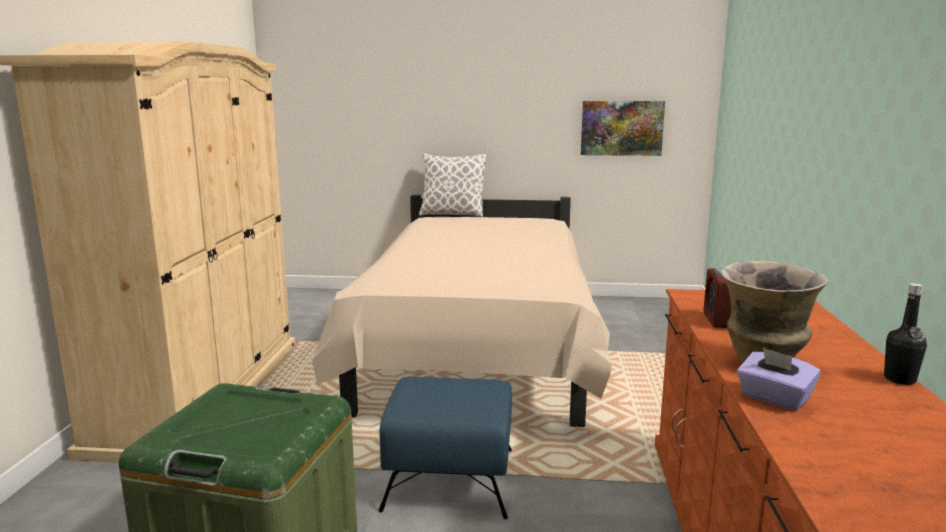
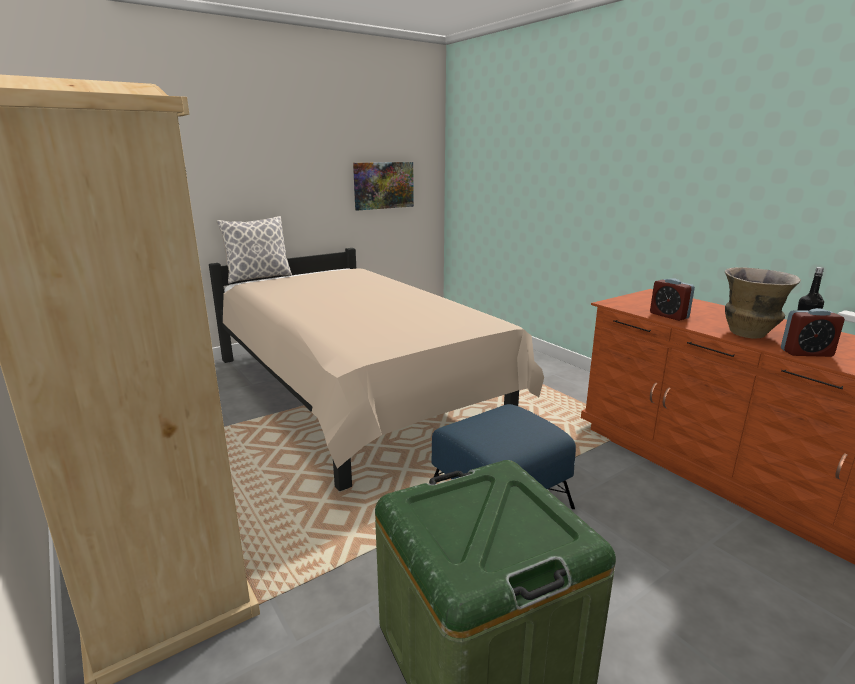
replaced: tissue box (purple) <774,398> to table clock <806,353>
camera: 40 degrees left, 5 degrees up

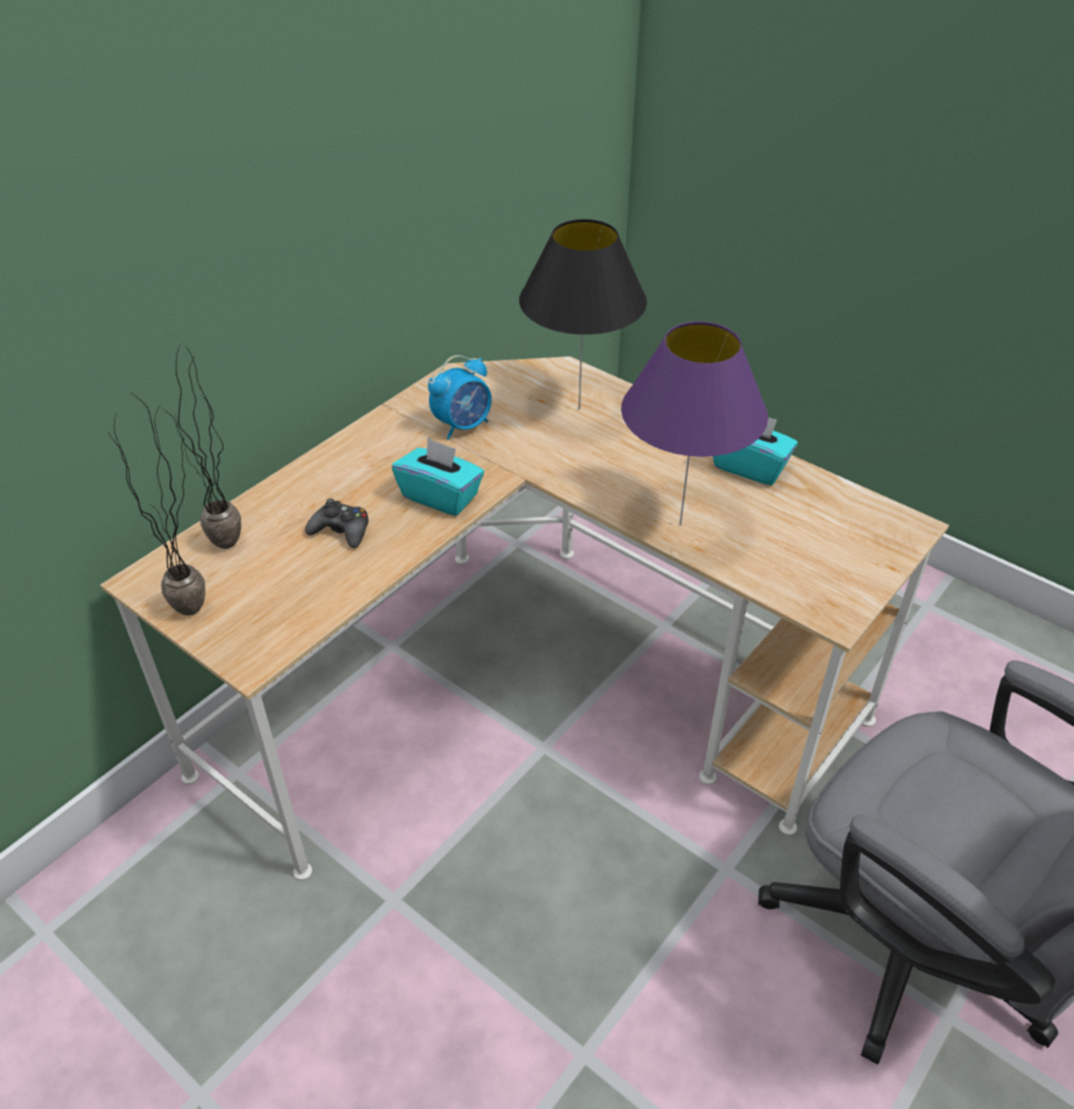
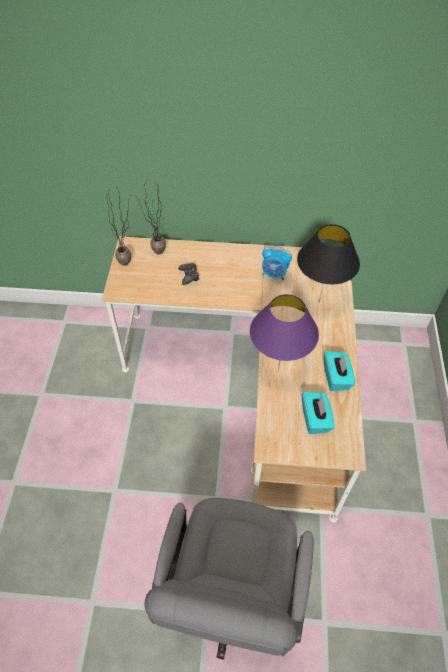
moved: tissue box (blue-green) <440,496> to <315,419>
camera: 55 degrees right, 10 degrees up

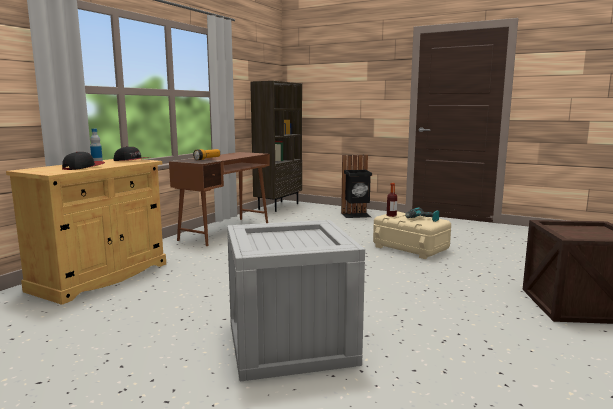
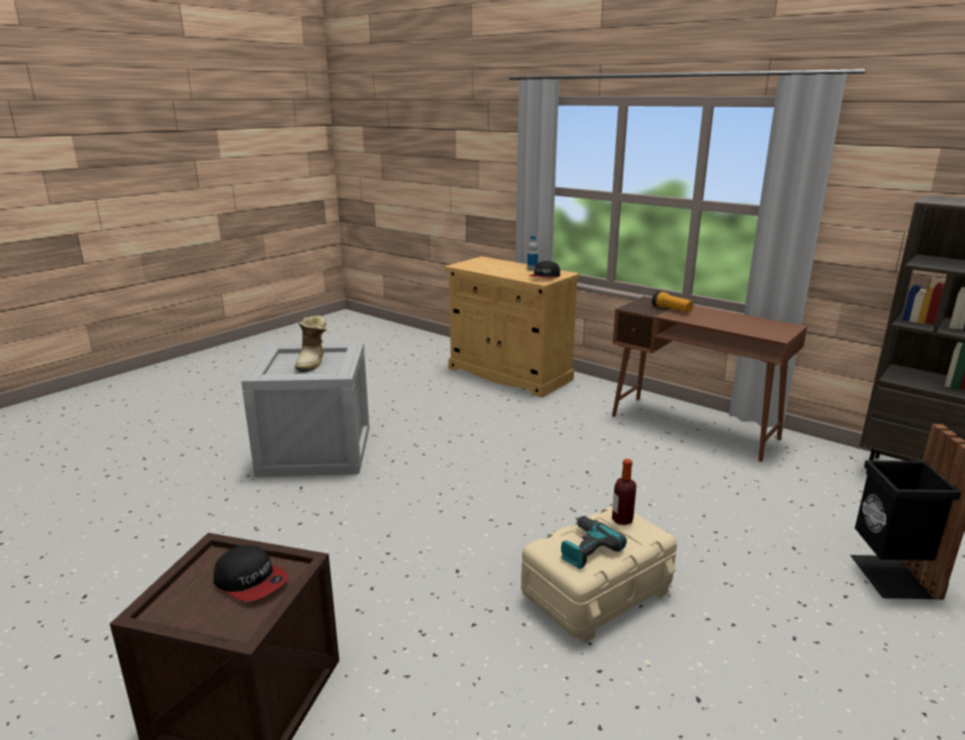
added: high-top boot <313,362>
moved: cap <83,167> to <251,581>
camera: 100 degrees right, 10 degrees up

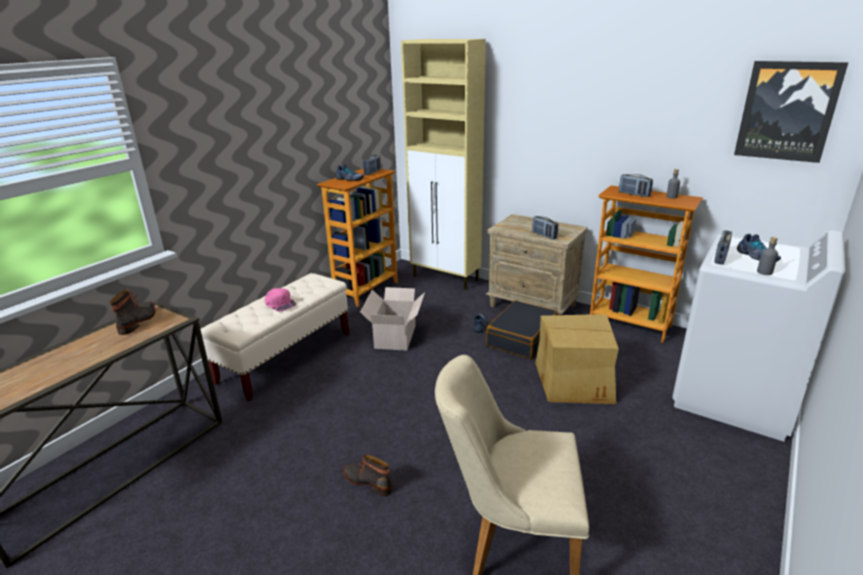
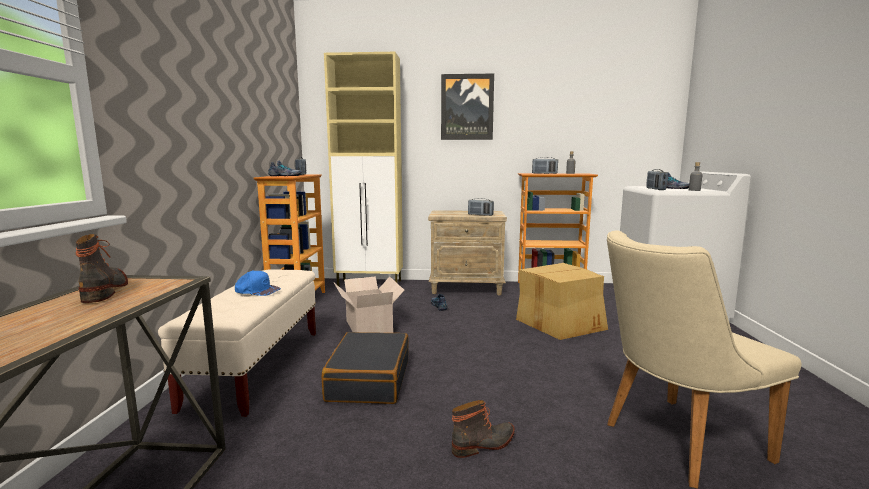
moved: travel case (black) <521,338> to <368,379>; wall art <787,111> to <467,107>
recoloured: cap (pinkish) <280,303> to cap (blue) <257,290>
turned: high-top boot <368,481> = <484,444> 150 degrees clockwise
camera: 30 degrees left, 15 degrees down

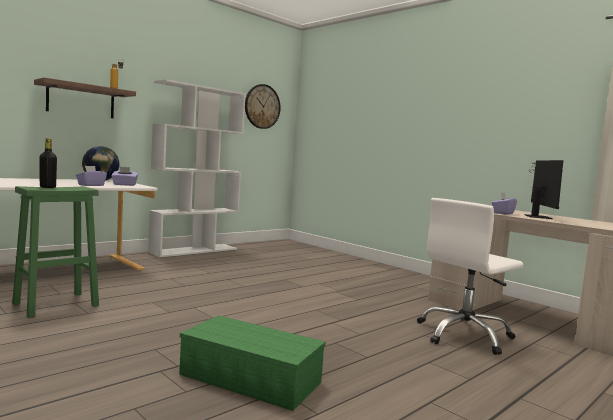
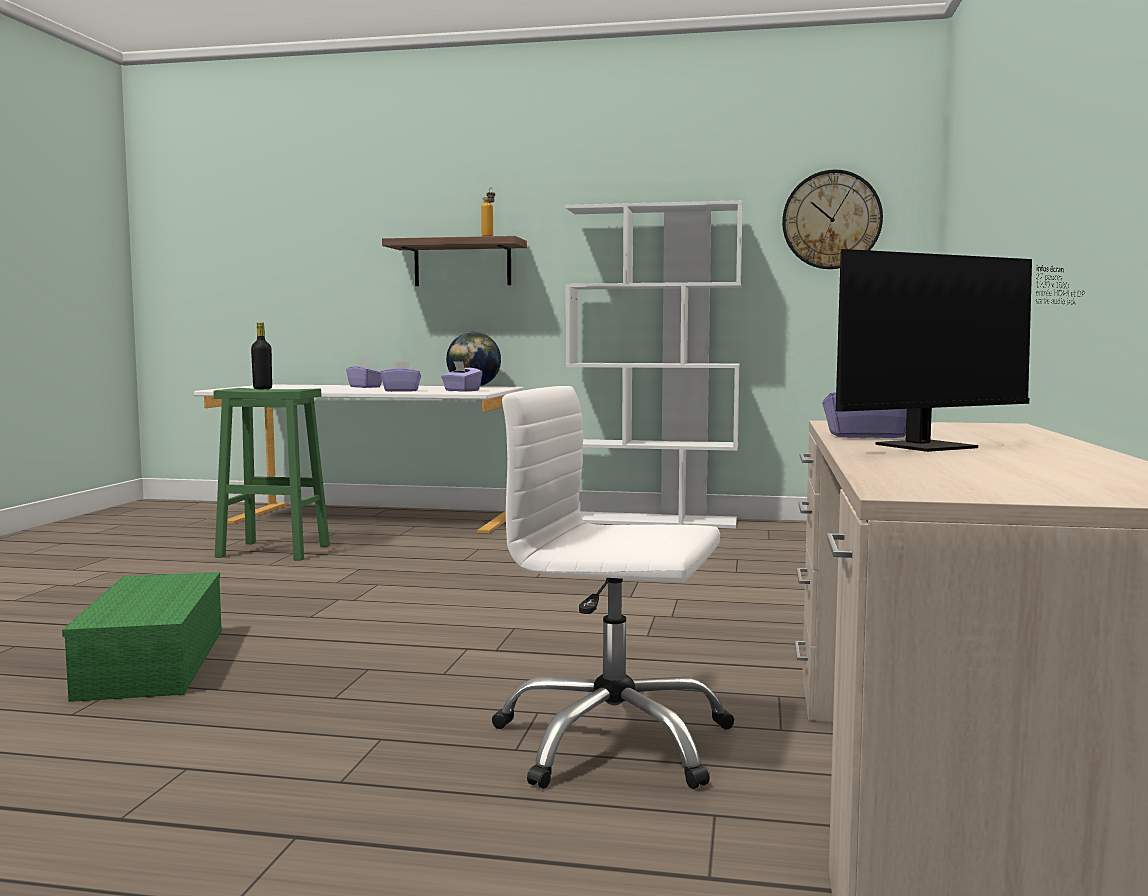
added: tissue box (purple) <365,387>
camera: 55 degrees right, 0 degrees up

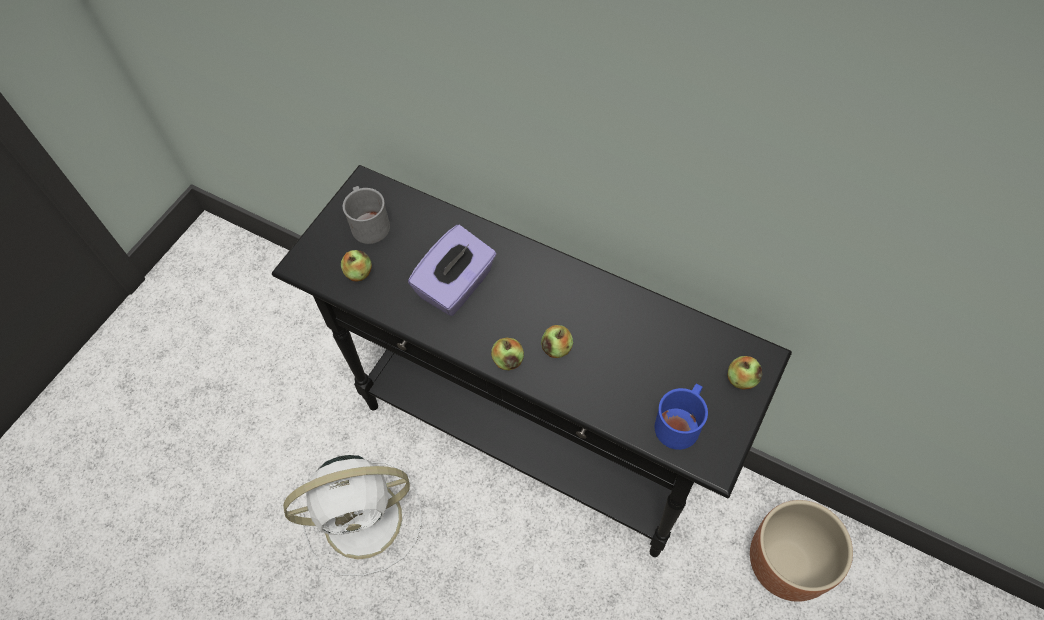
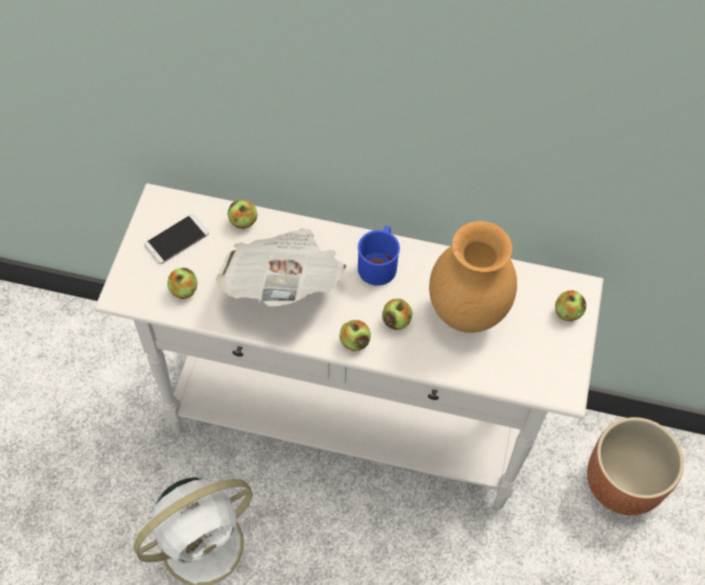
added: whole apple <243,221>; flower vase (brownish) <466,314>
moved: tea mug (blue) <680,422> to <379,263>
replaced: tea mug (gray) <368,223> to phone <176,239>; tissue box (purple) <456,286> to daily paper <284,283>
recoloured: hall table (black) <531,436> to hall table (white-coloured) <349,422>
camera: 20 degrees left, 0 degrees up

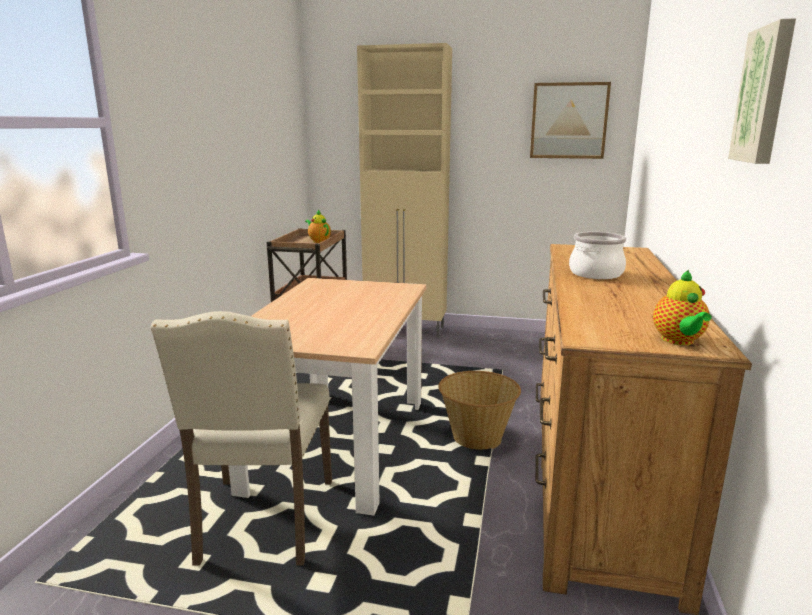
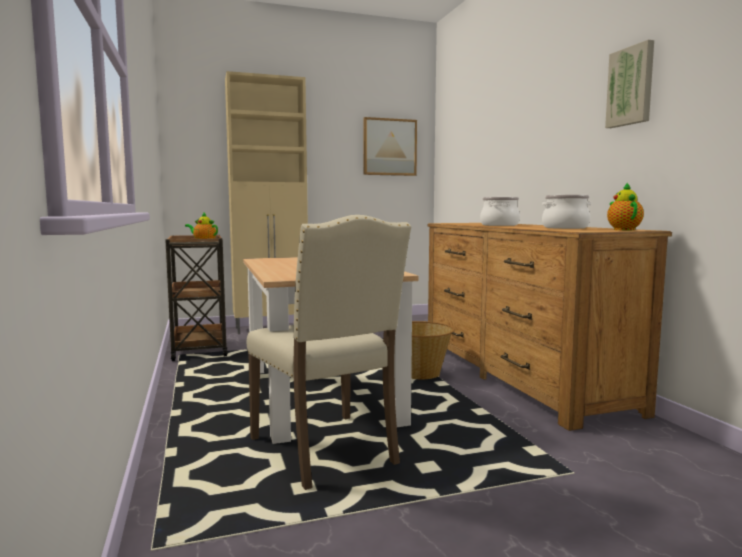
added: saucepot <565,228>
turned: teapot <679,341> = <623,230> 150 degrees counterclockwise
camera: 30 degrees left, 10 degrees down

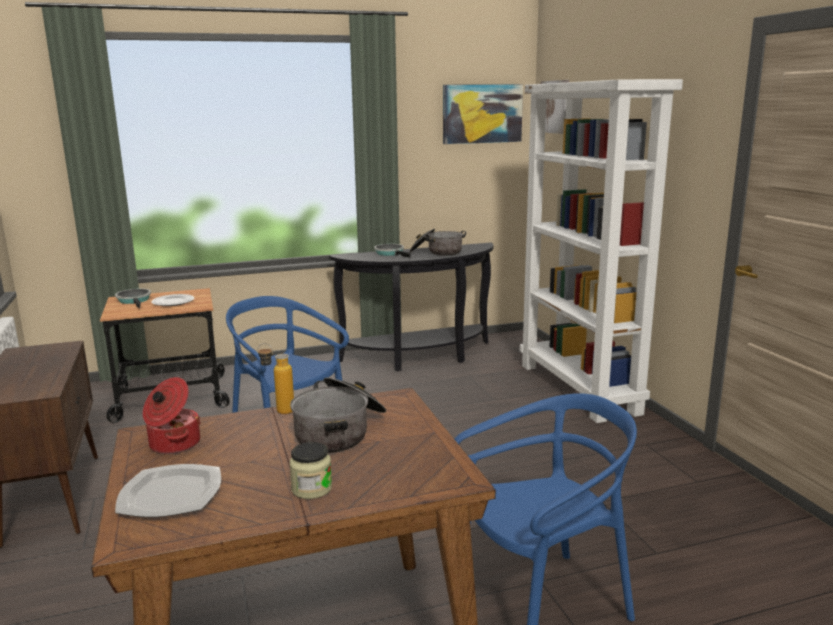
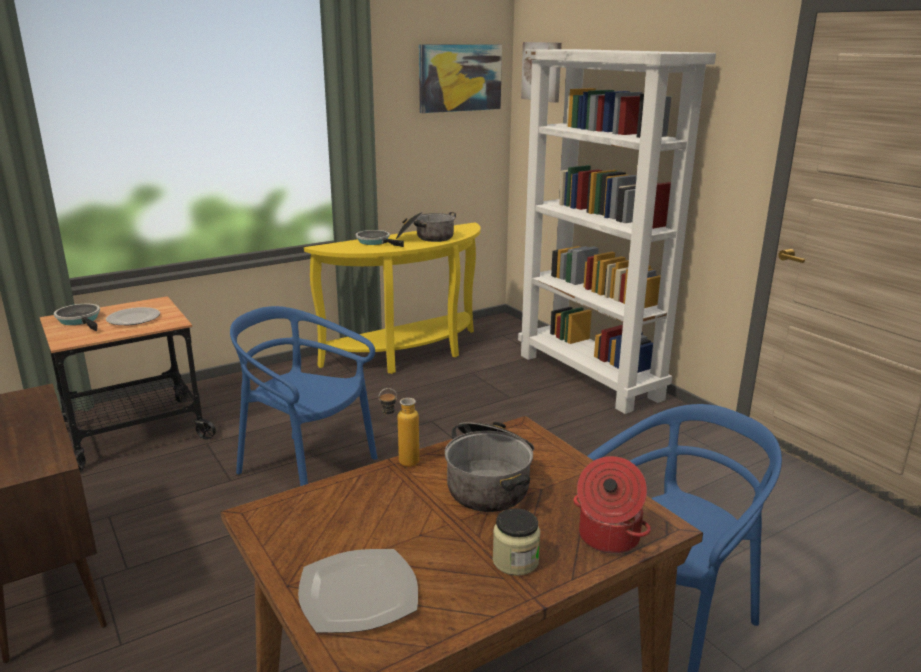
moved: saucepot <173,444> to <607,537>
recoloured: hall table (black) <421,358> to hall table (yellowish) <410,355>
camera: 15 degrees left, 5 degrees up

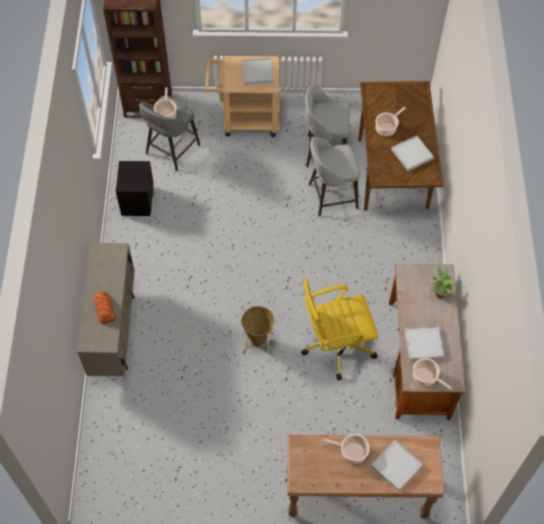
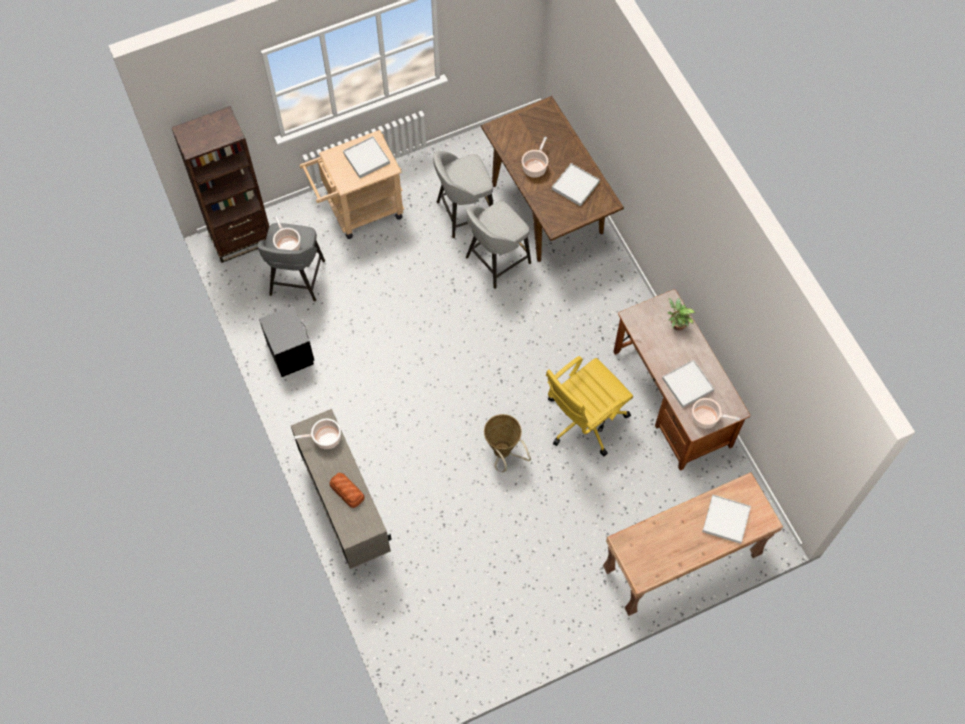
moved: saucepot <351,452> to <325,438>
camera: 25 degrees left, 5 degrees up

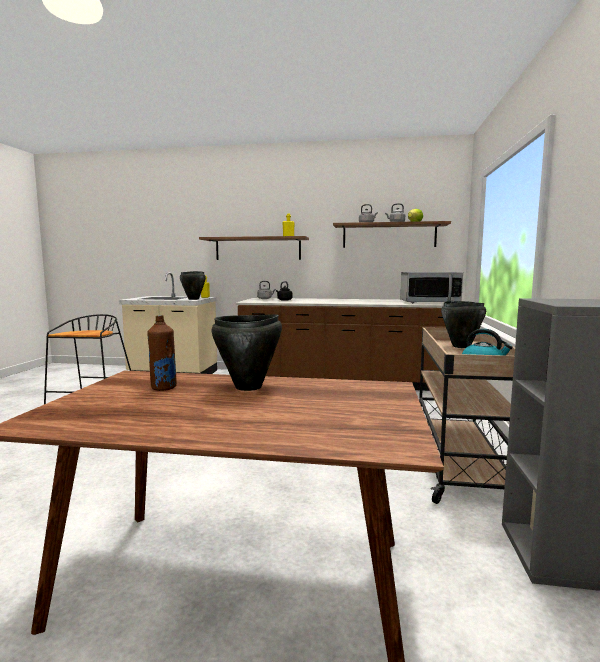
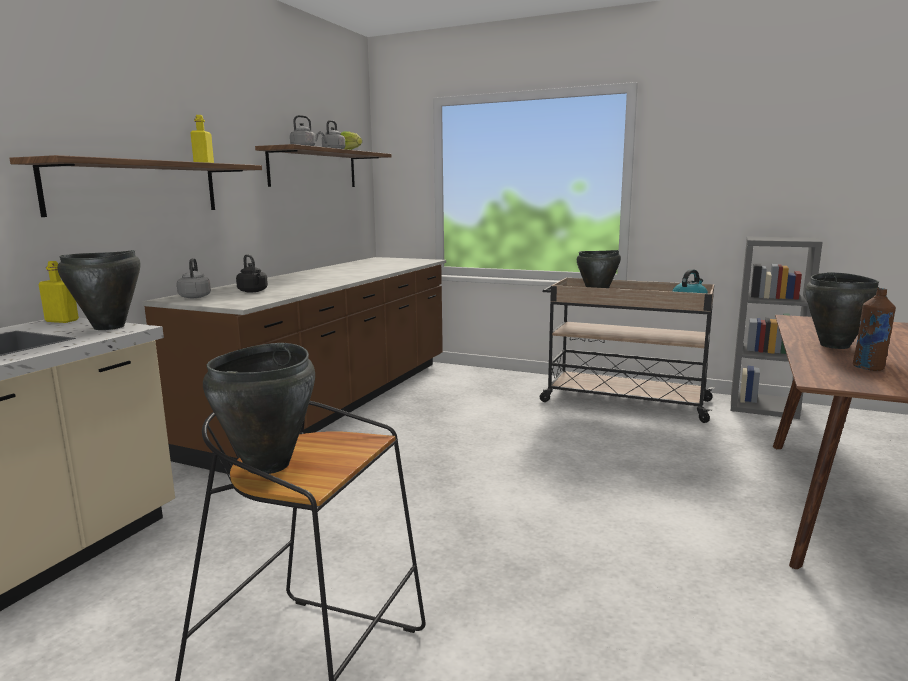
removed: microwave <429,302>
added: saucepot (black) <269,465>
camera: 75 degrees left, 5 degrees up

